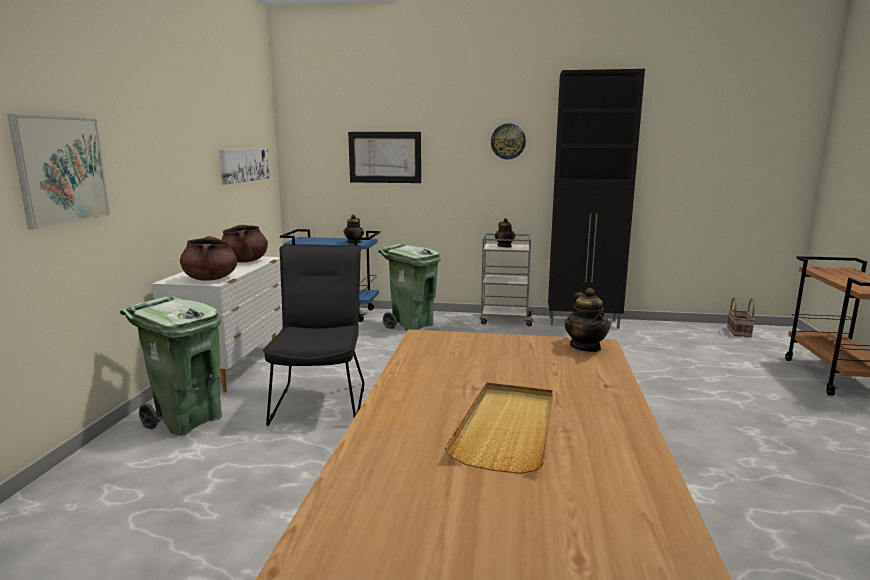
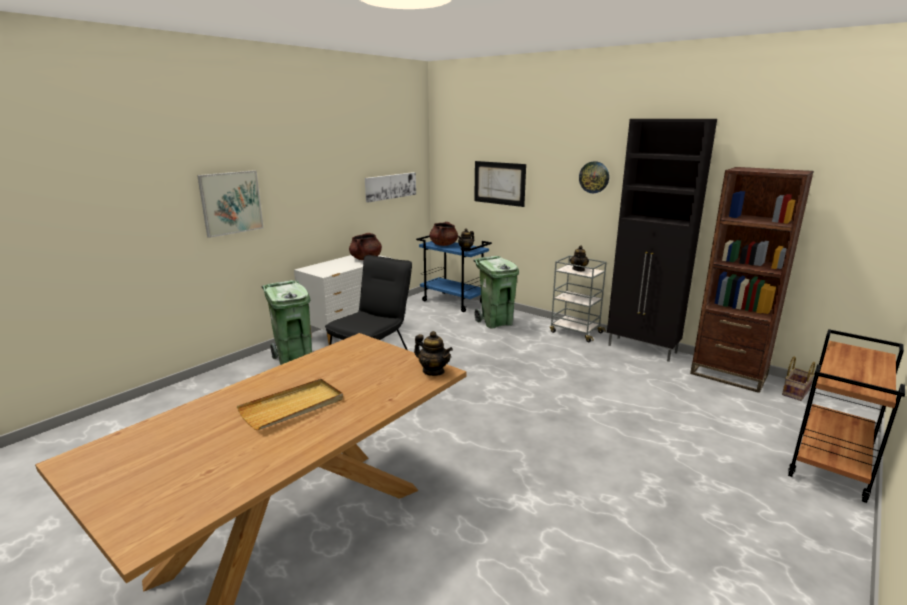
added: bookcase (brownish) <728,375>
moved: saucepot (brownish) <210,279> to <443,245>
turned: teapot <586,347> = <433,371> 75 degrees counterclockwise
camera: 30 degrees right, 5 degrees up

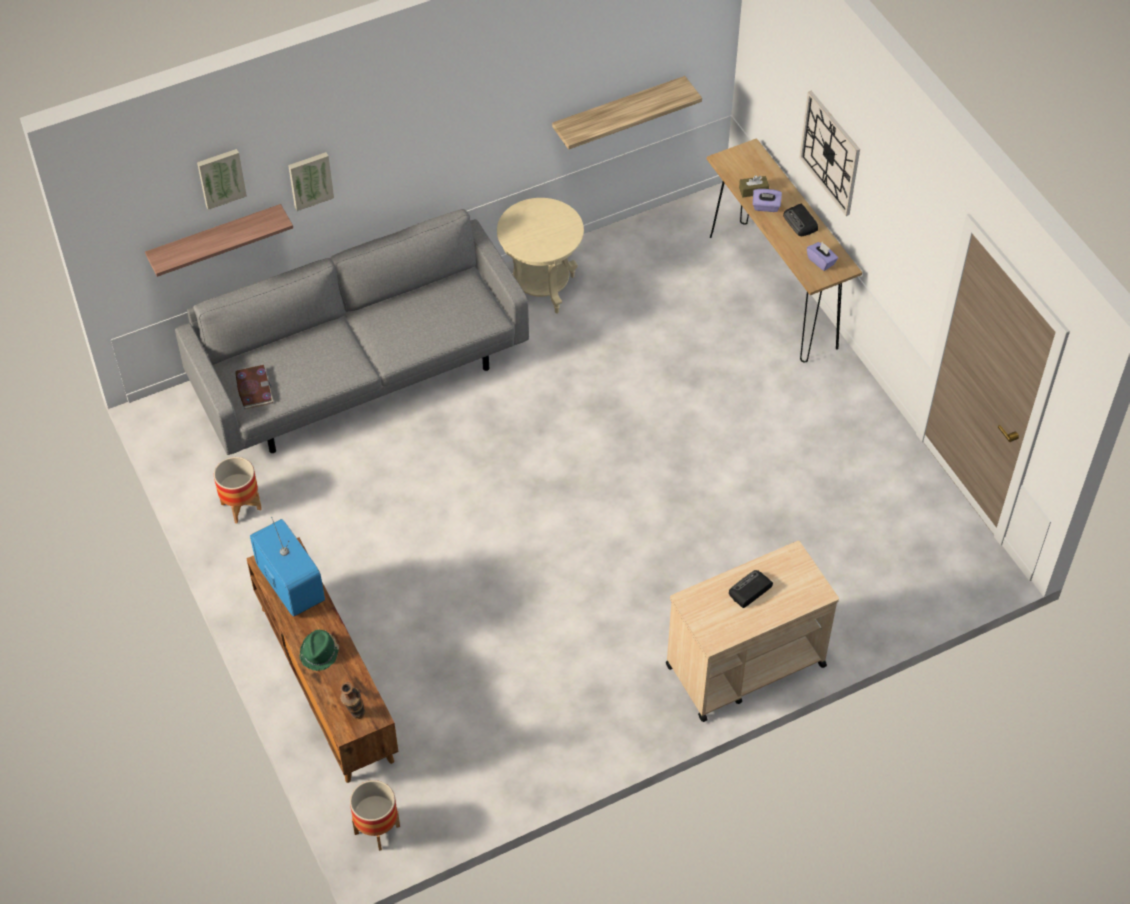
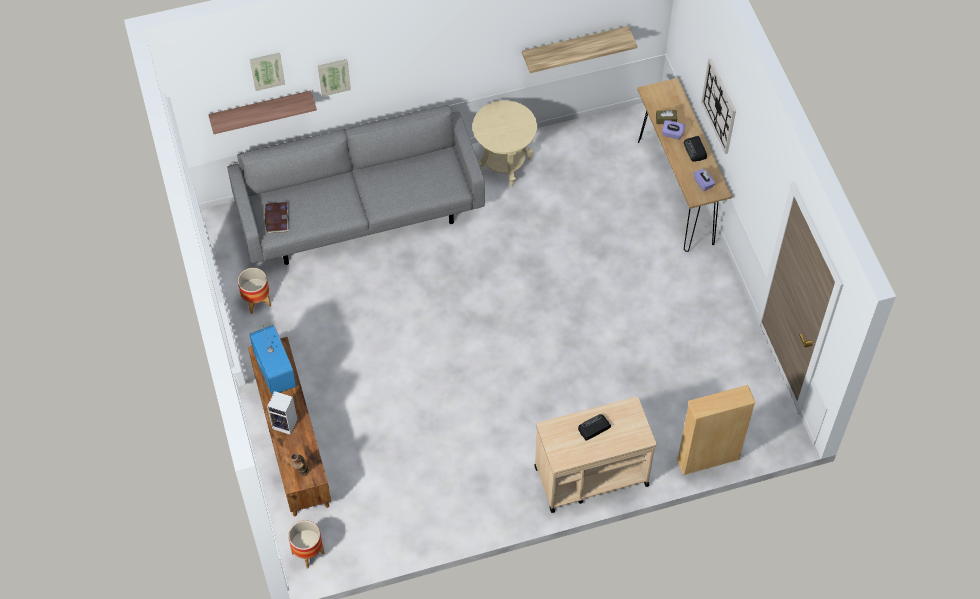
added: bookcase (beige-coloured) <708,459>
replaced: clothing hat (green) <320,653> to audio speaker <286,424>
camera: 10 degrees right, 5 degrees up

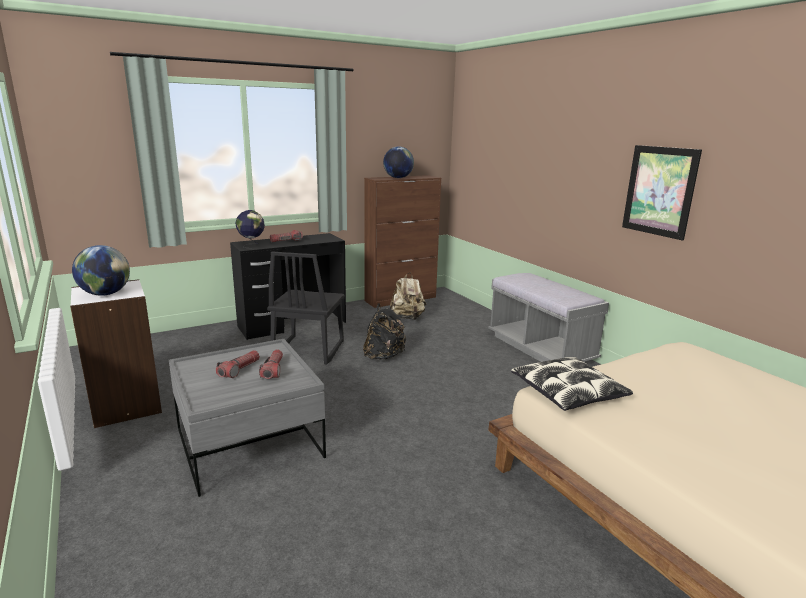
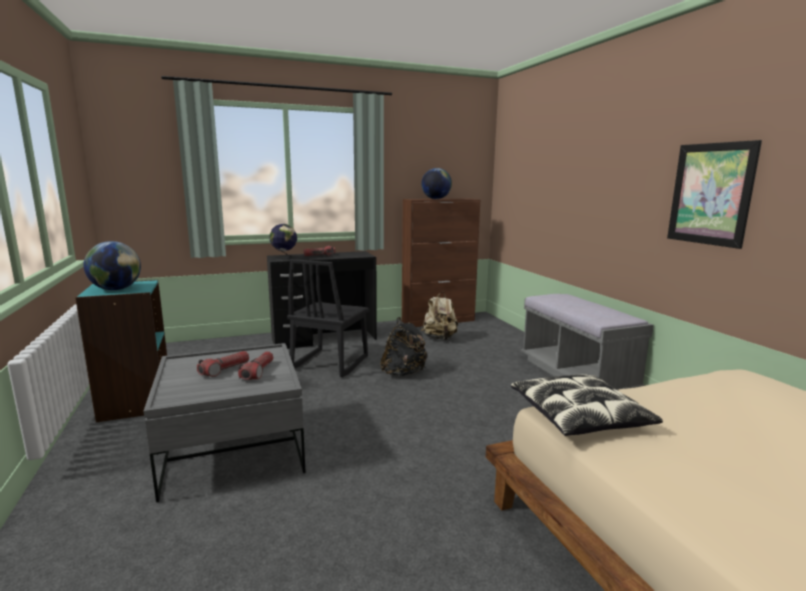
recoloured: bookcase (white-coloured) <125,406> to bookcase (blue-green) <135,403>
camera: 10 degrees right, 5 degrees down

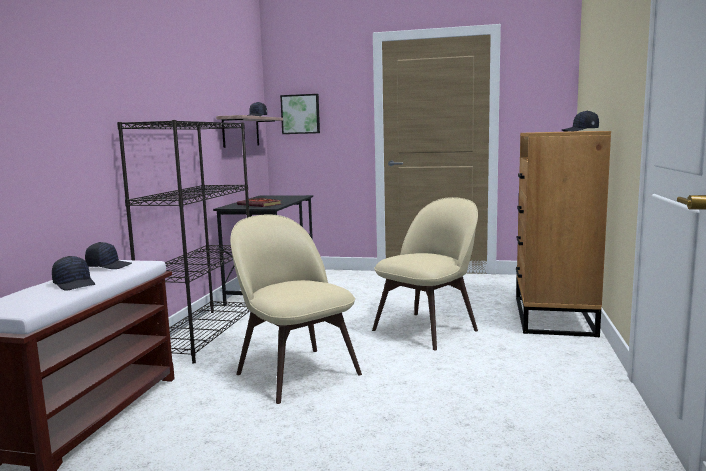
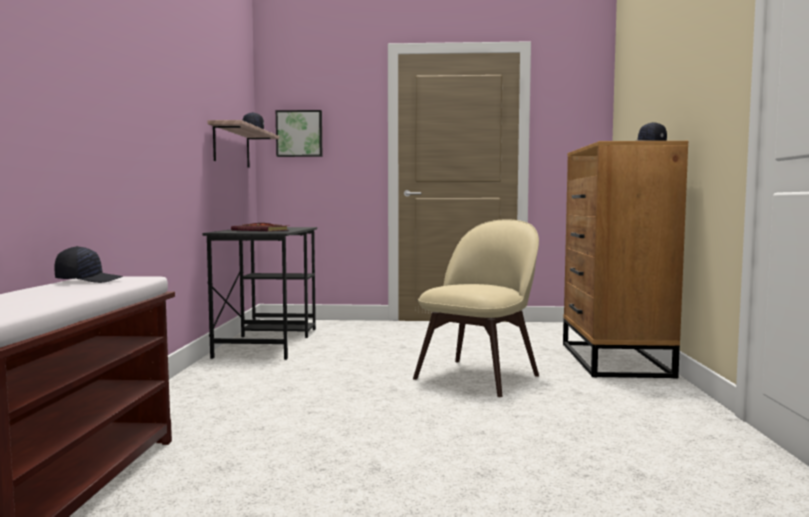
removed: cap (black) <75,284>; bookcase (black) <204,334>; chair (beige-coloured) <295,372>
camera: 10 degrees left, 5 degrees down

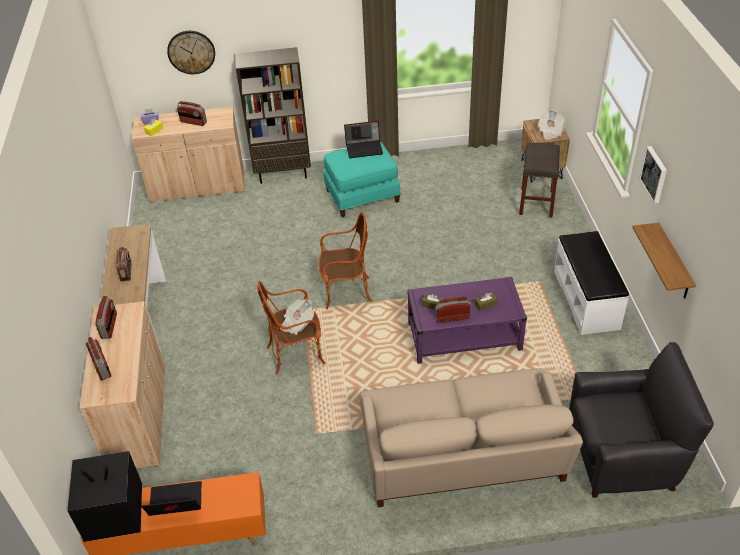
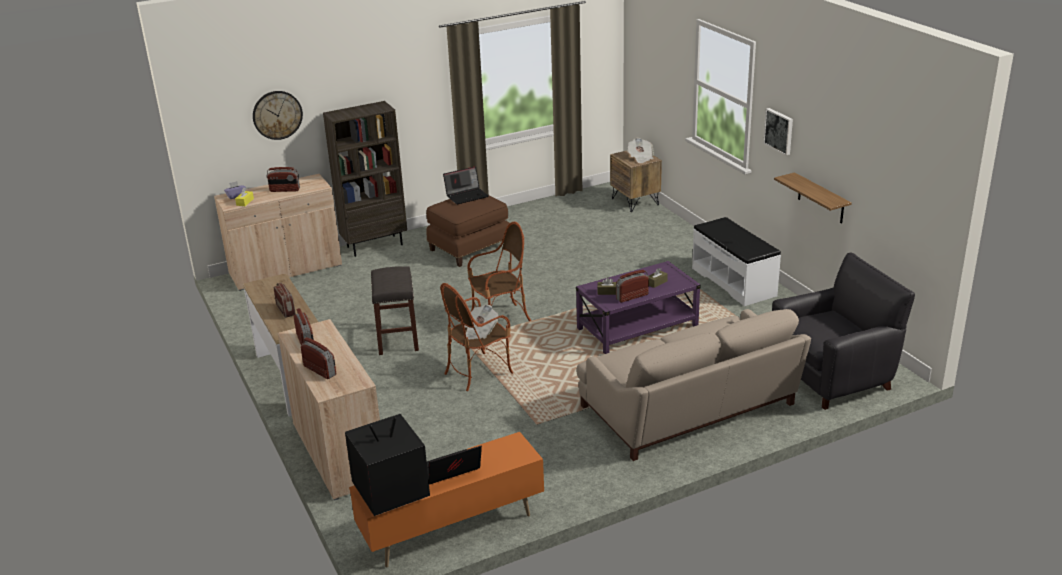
moved: stool (gray) <537,203> to <398,340>
recoloured: footrest (blue-green) <362,195> to footrest (brownish) <469,247>
camera: 20 degrees left, 15 degrees down

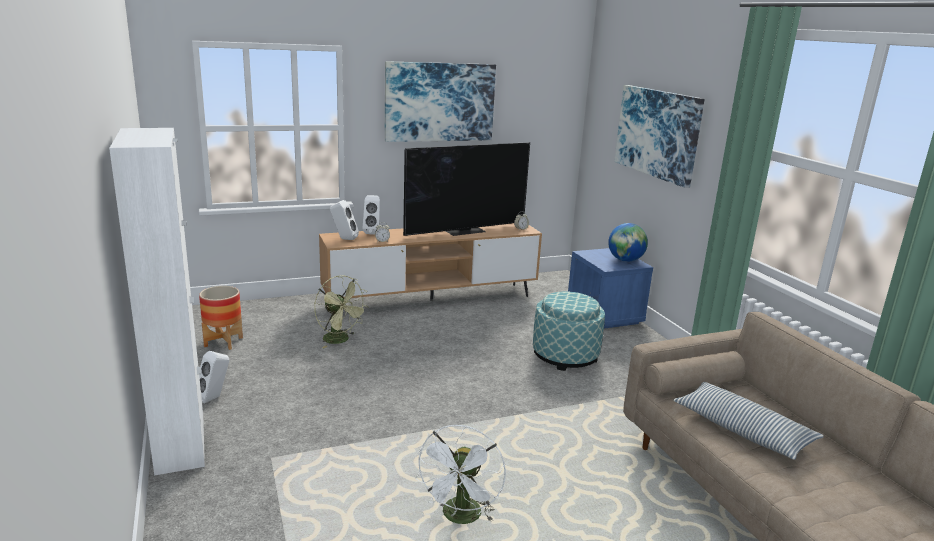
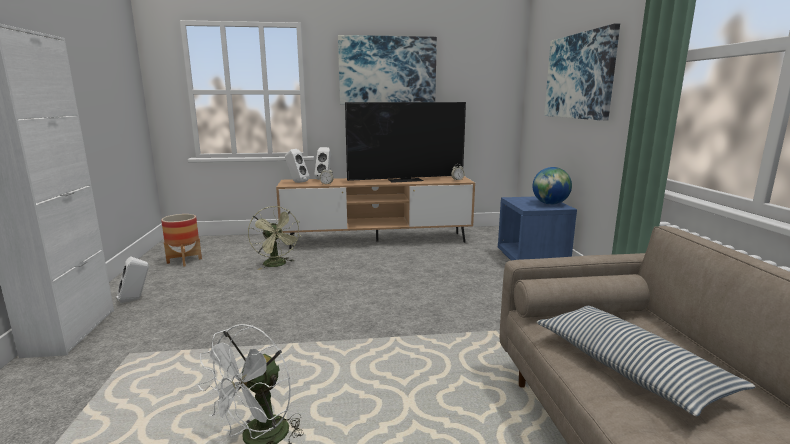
removed: footrest <565,355>
camera: 15 degrees right, 5 degrees down

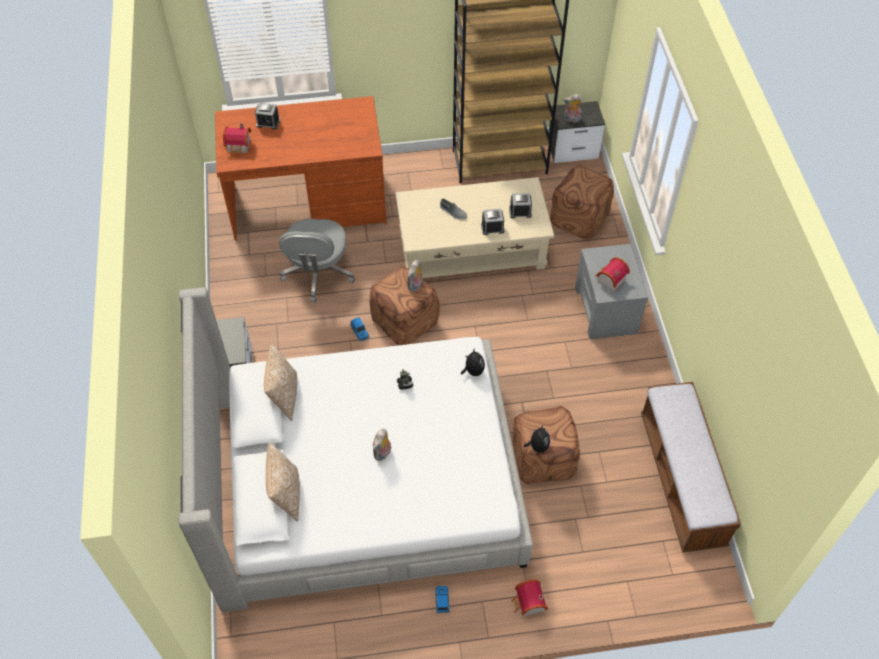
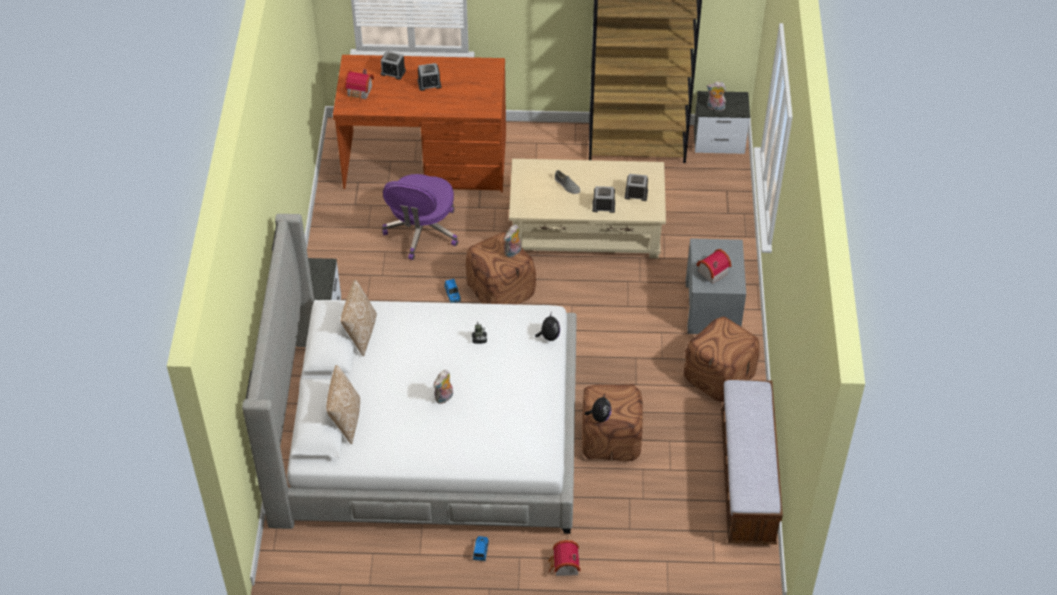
added: table clock <429,84>
moved: footrest (brownish) <580,218> to <720,376>
recoloured: office chair (gray) <318,273> to office chair (purple) <422,232>
camera: 10 degrees right, 5 degrees down

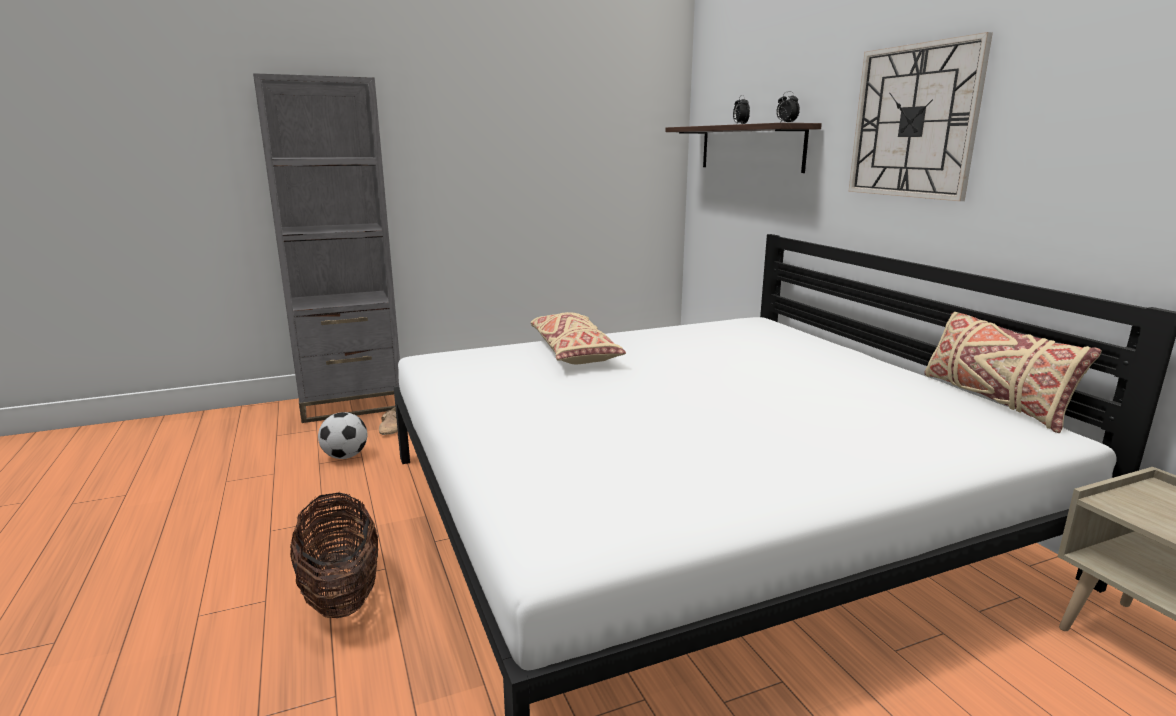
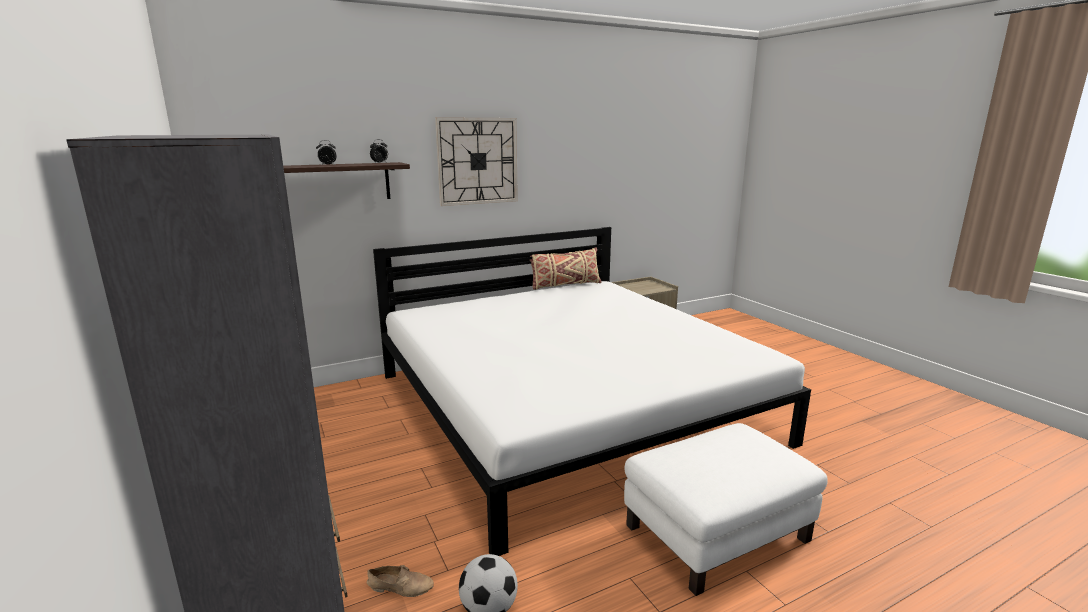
removed: cushion (beige-coloured) <573,352>
replaced: storage basket <341,593> to footrest (white-coloured) <716,532>
camera: 95 degrees left, 0 degrees up

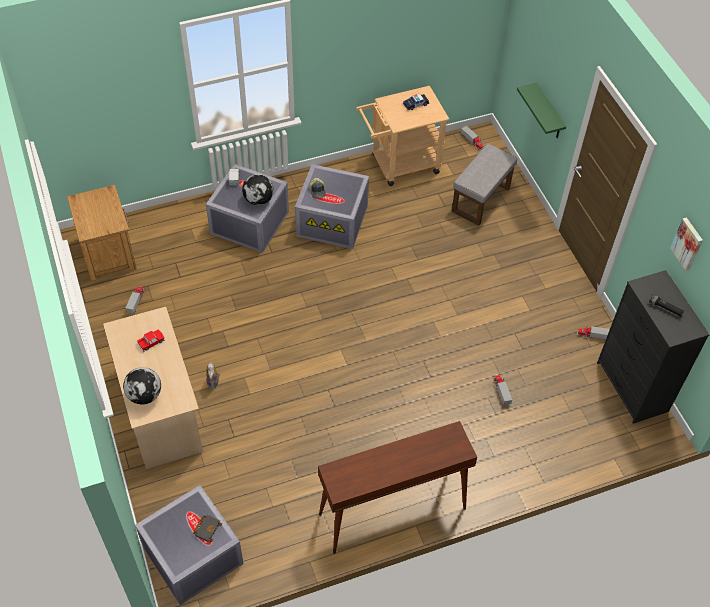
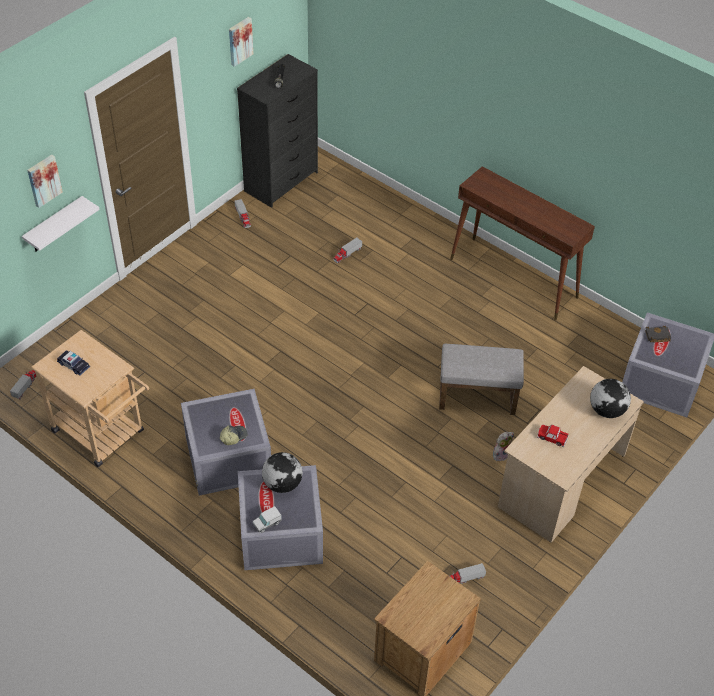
added: wall art <43,180>
moved: footrest (gray) <480,199> to <476,397>
recoloured: shelf (green) <549,113> to shelf (white-coloured) <54,226>
camera: 120 degrees left, 5 degrees down

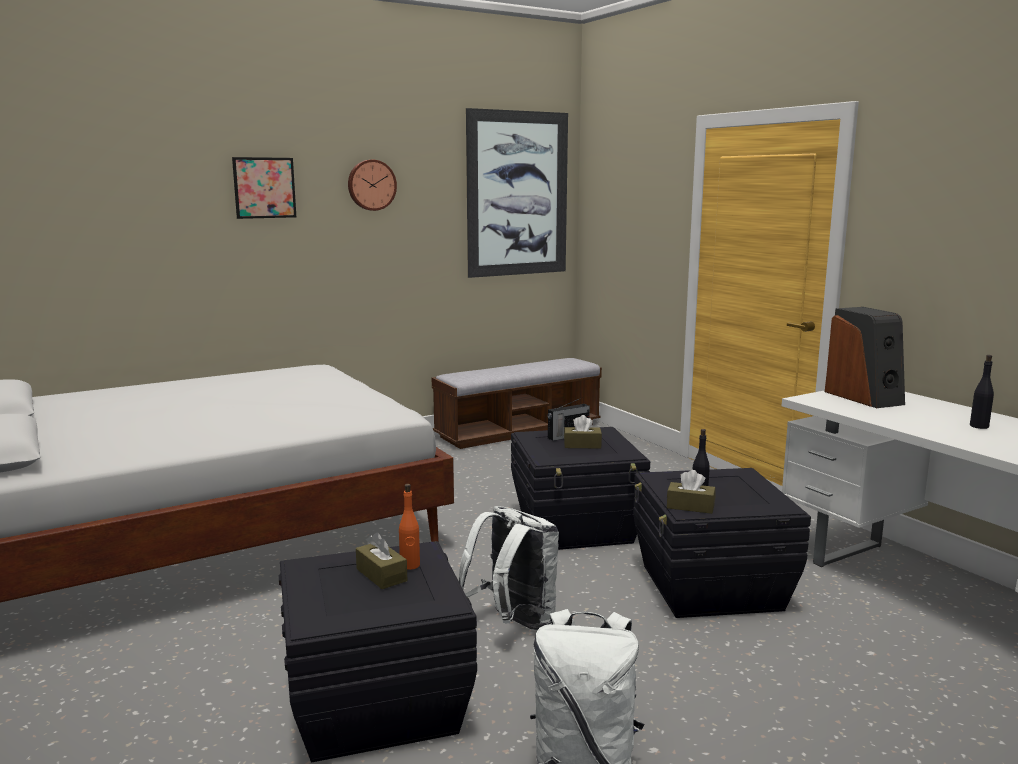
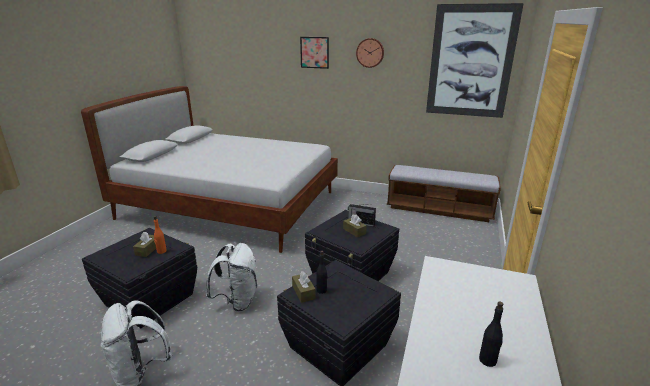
removed: audio speaker <864,397>
camera: 50 degrees right, 10 degrees up

